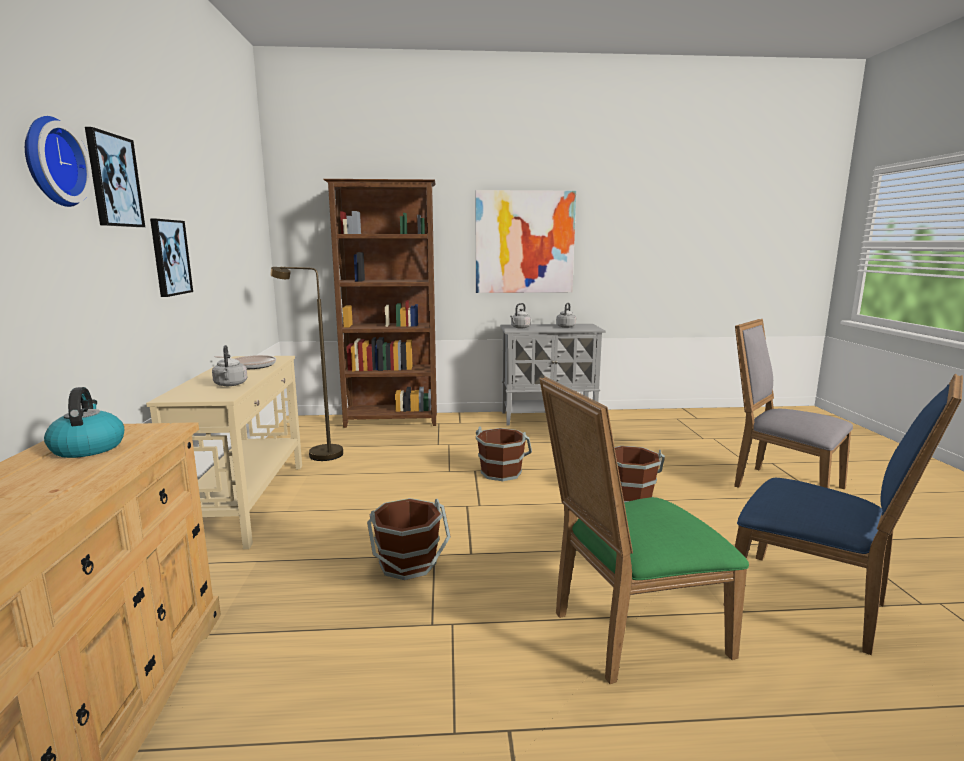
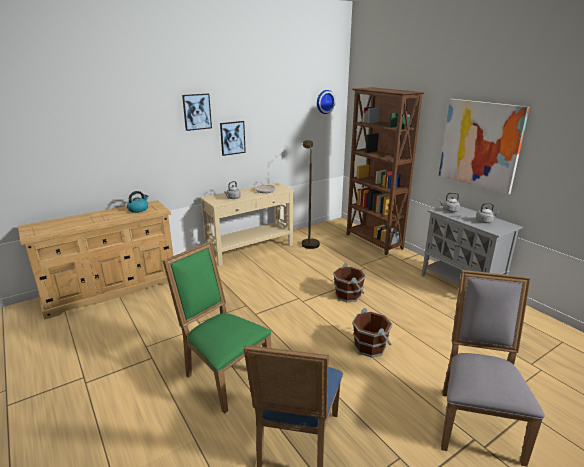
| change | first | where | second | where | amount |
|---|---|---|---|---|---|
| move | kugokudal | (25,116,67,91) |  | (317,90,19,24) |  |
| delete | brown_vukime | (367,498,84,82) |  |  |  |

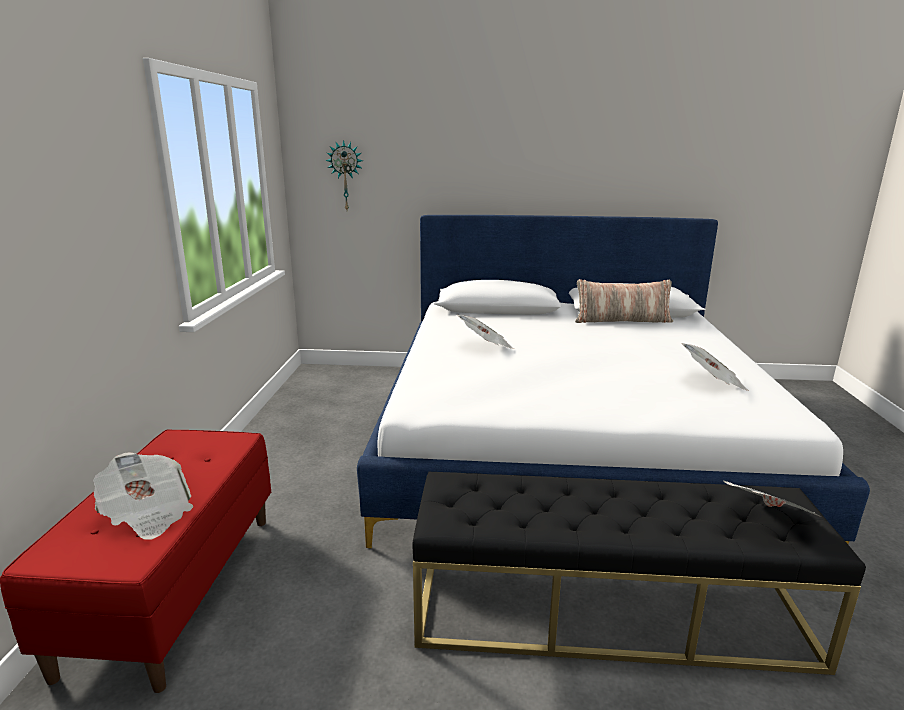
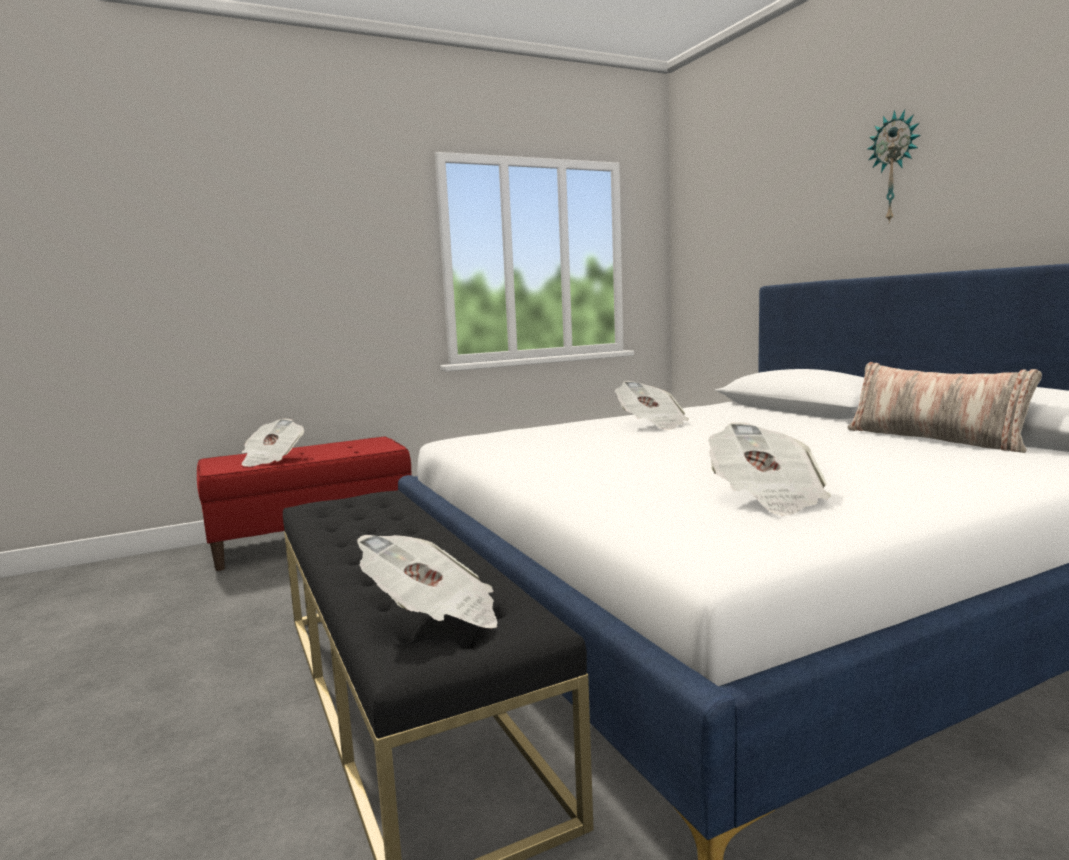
| change | first | where | second | where | amount |
|---|---|---|---|---|---|
| move | kugokudal | (326,140,37,70) |  | (868,110,53,113) |  |

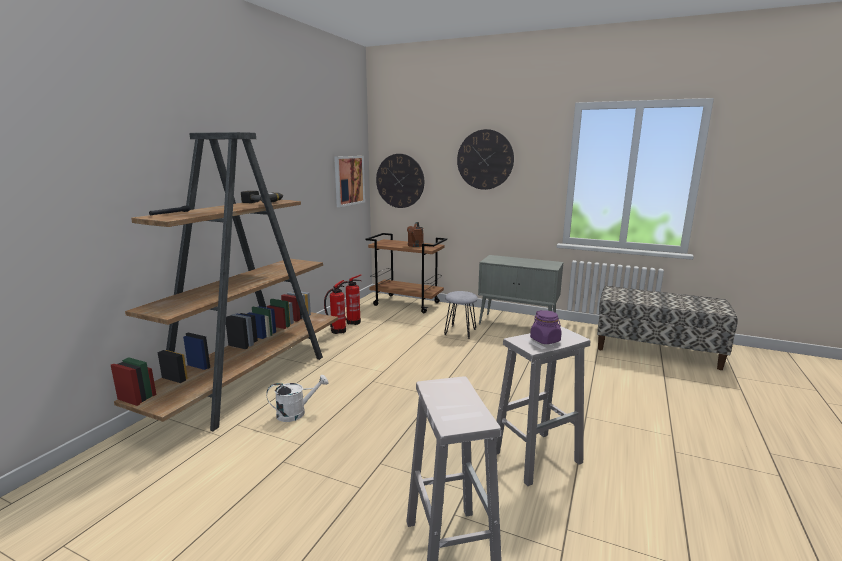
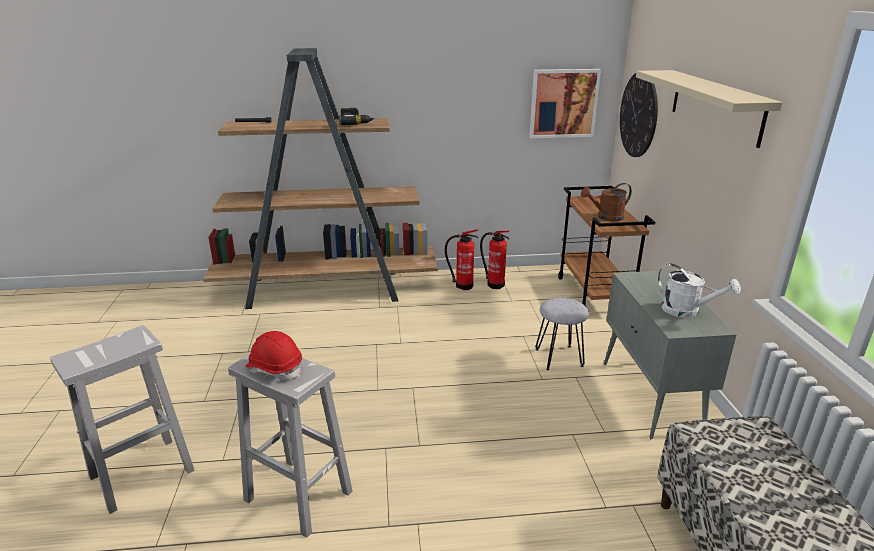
| change | first | where | second | where | amount |
|---|---|---|---|---|---|
| replace | kugokudal | (457,129,57,61) | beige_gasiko | (636,70,147,78) |  |
| replace | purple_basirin | (530,310,32,34) | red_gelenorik | (245,331,57,49) |  |
| move | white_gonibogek | (267,375,61,47) |  | (658,264,83,54) |  |

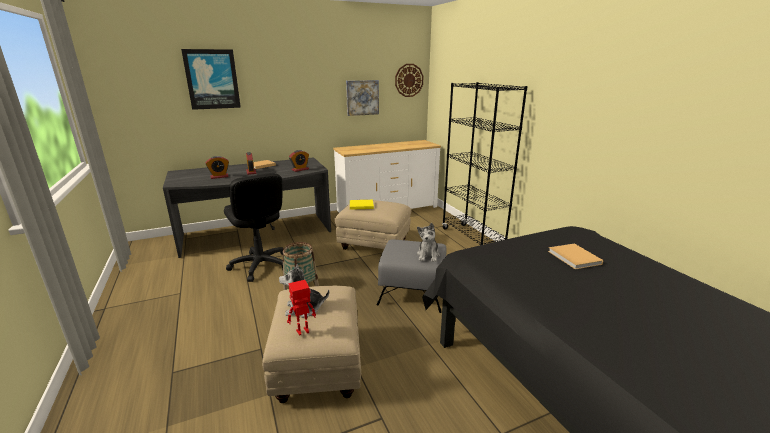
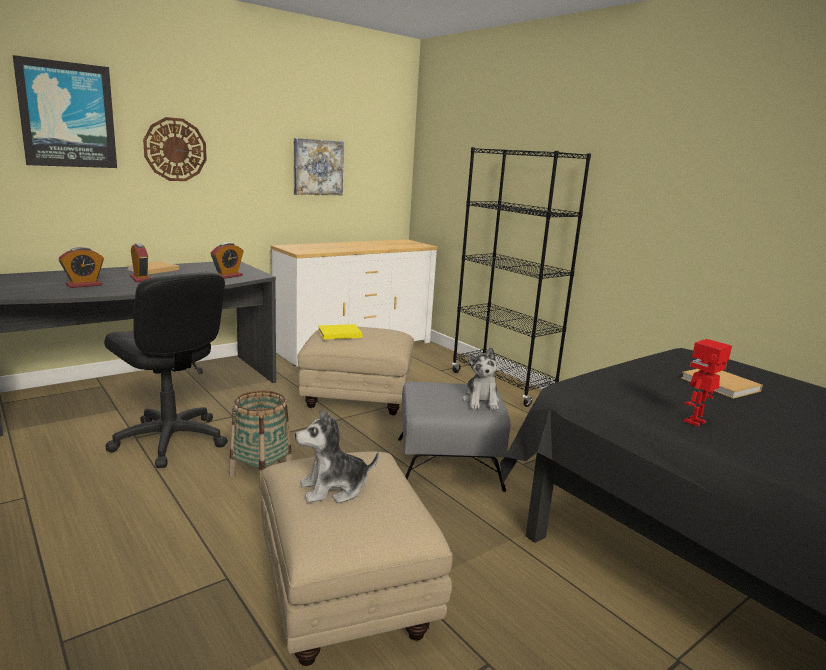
| change | first | where | second | where | amount |
|---|---|---|---|---|---|
| move | kugokudal | (395,64,28,33) |  | (143,117,64,64) |  |
| move | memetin | (287,280,29,56) |  | (684,339,48,87) |  |

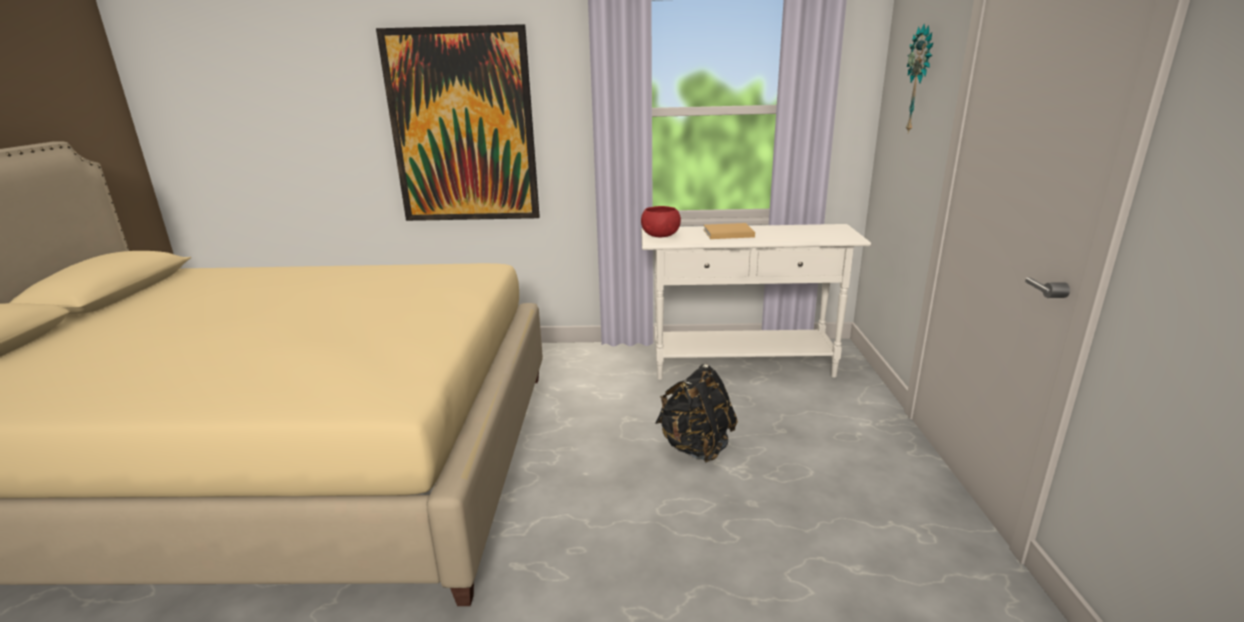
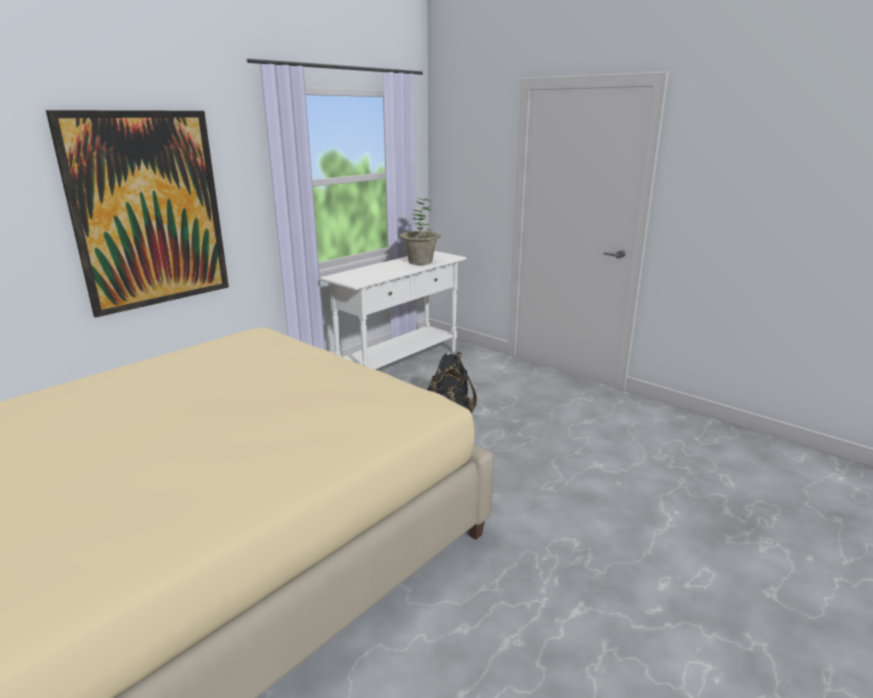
| change | first | where | second | where | amount |
|---|---|---|---|---|---|
| delete | kugokudal | (906,24,27,109) |  |  |  |
| delete | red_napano | (641,206,40,31) |  |  |  |
| delete | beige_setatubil | (703,223,52,16) |  |  |  |
| insert |  |  | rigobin | (399,197,42,68) |  |

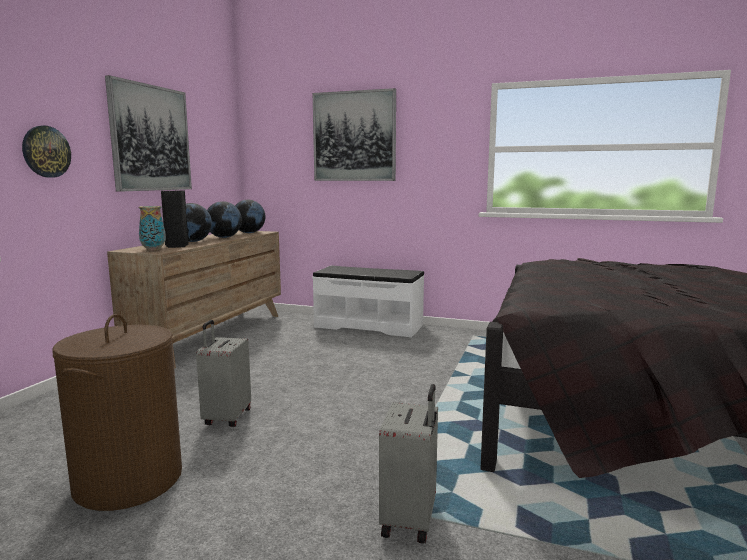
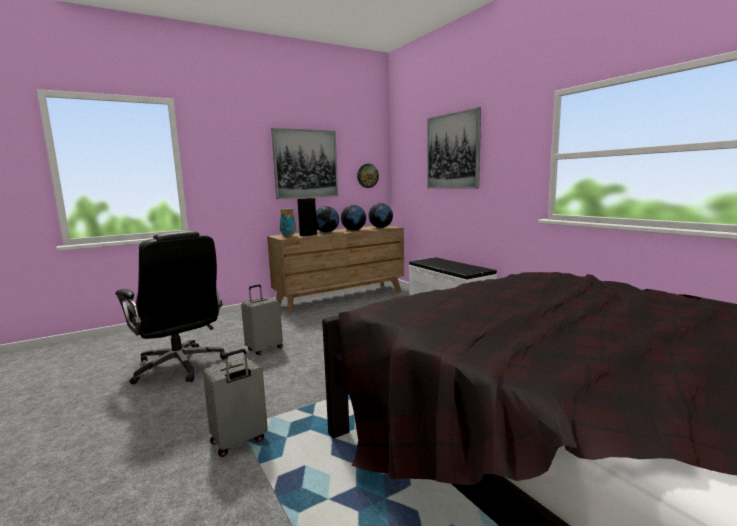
| change | first | where | second | where | amount |
|---|---|---|---|---|---|
| move | kugokudal | (22,125,49,53) |  | (357,164,22,24) |  |
| replace | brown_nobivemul | (52,314,130,197) | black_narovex | (115,231,112,154) |  |

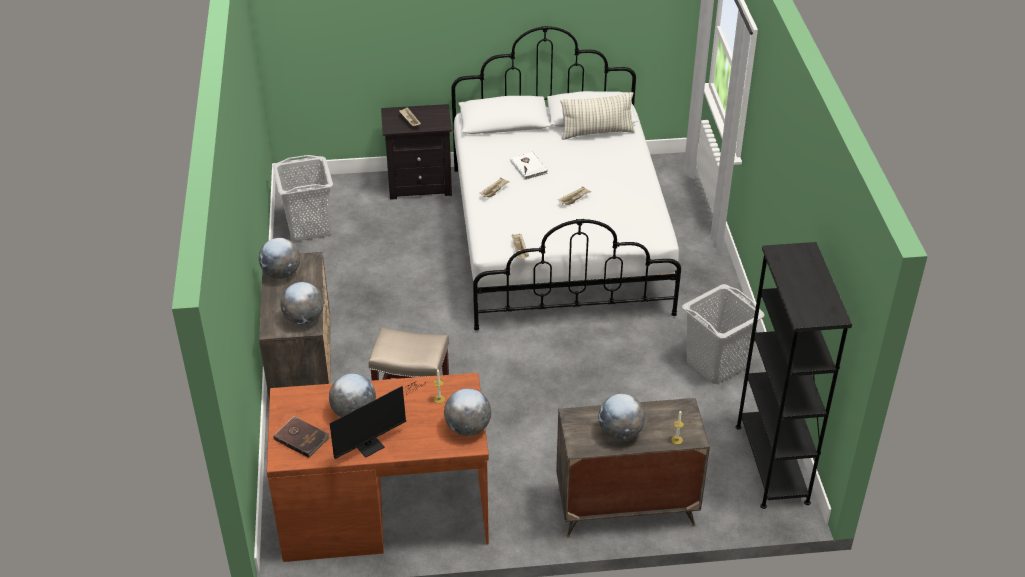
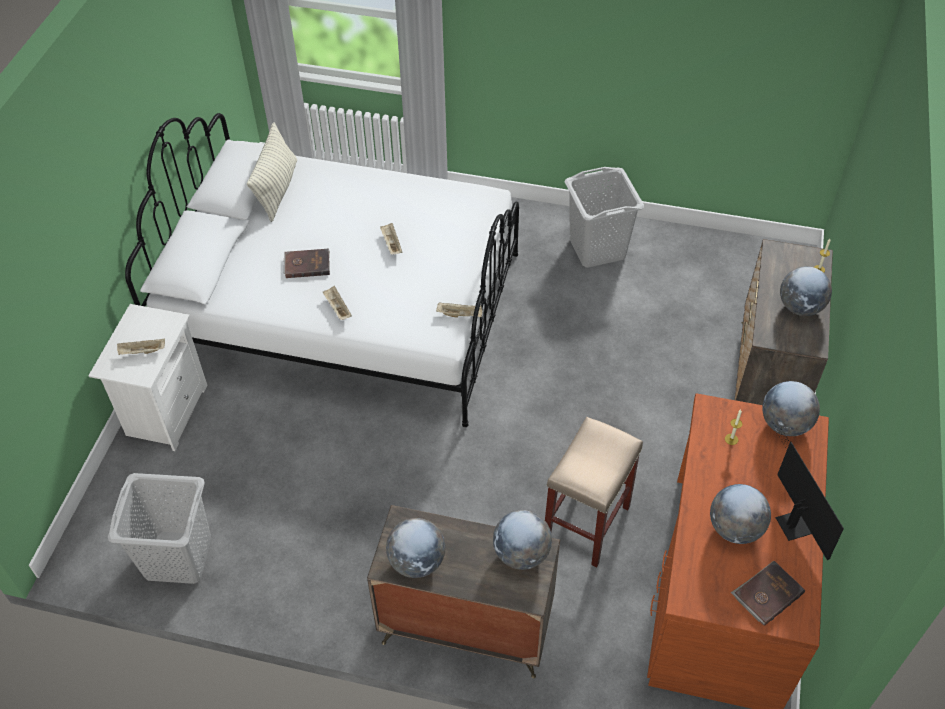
| change | first | where | second | where | amount |
|---|---|---|---|---|---|
| recolor | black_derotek | (381,104,71,96) | white_derotek | (88,304,119,147) |  |
| recolor | white_setatubil | (510,152,38,28) | brown_setatubil | (284,249,46,29) |  |
| delete | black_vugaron | (736,242,116,267) |  |  |  |

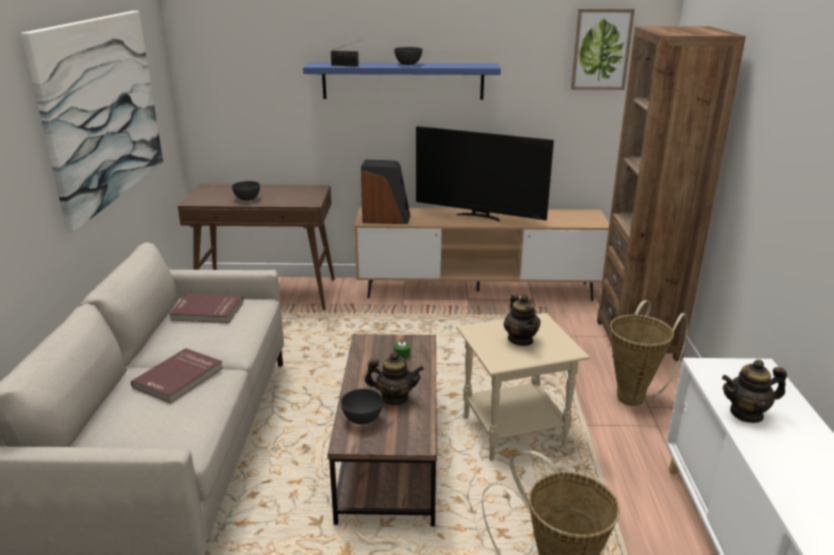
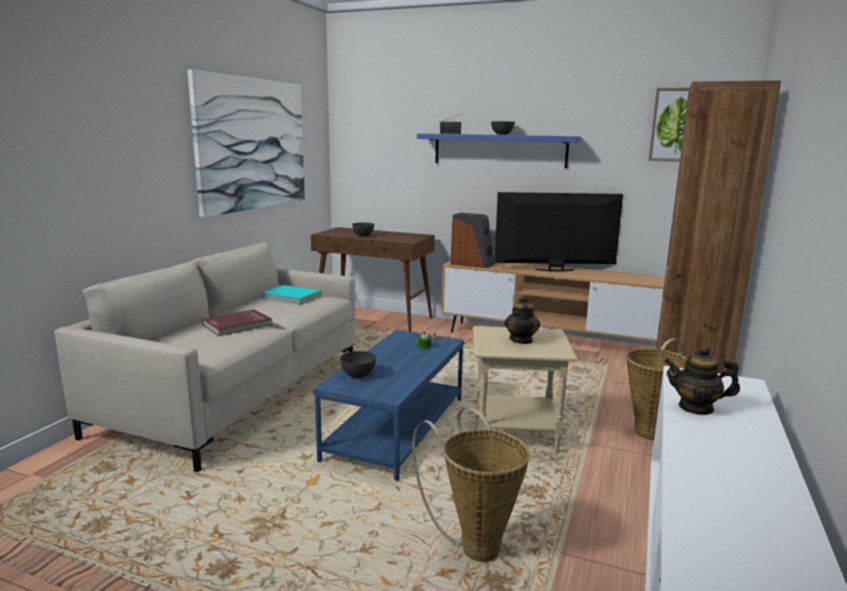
| change | first | where | second | where | amount |
|---|---|---|---|---|---|
| rotate | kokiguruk | (416,126,138,95) |  | (494,192,129,80) | 135 degrees clockwise |
| recolor | red_setatubil | (169,294,75,29) | turquoise_setatubil | (261,285,61,19) |  |
| recolor | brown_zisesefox | (328,334,109,193) | blue_zisesefox | (313,330,151,151) |  |
| delete | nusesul | (365,352,59,53) |  |  |  |

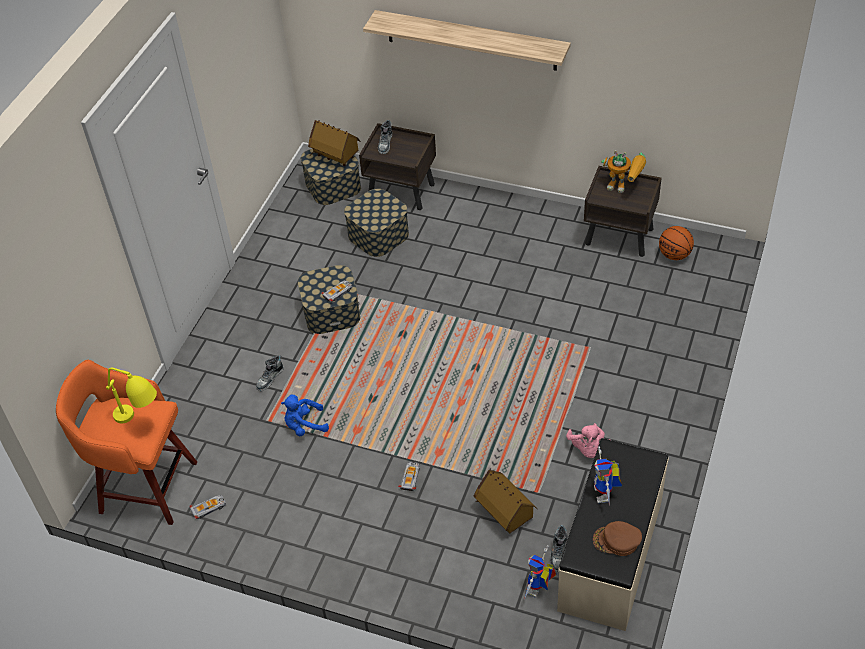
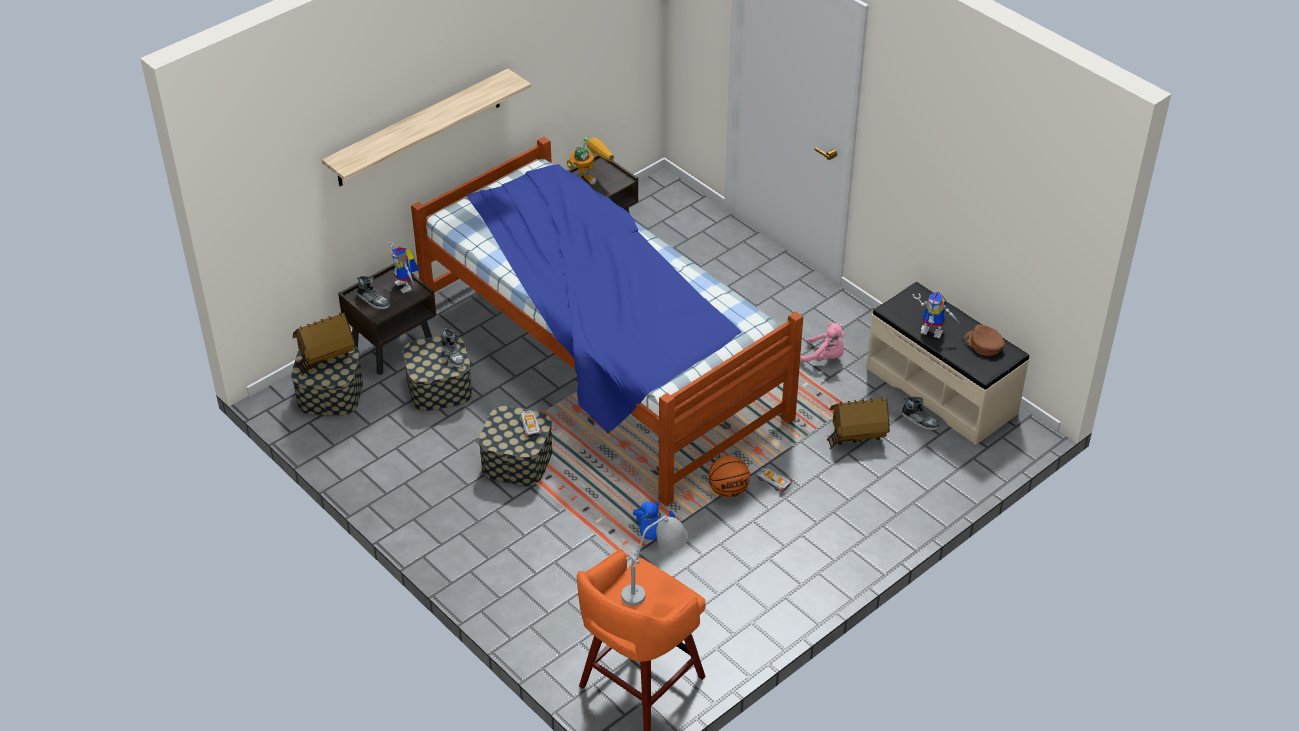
| change | first | where | second | where | amount |
|---|---|---|---|---|---|
| move | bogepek | (659,226,35,34) |  | (708,456,42,42) |  |
| move | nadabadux | (256,355,28,36) |  | (442,328,23,40) |  |
| recolor | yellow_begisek | (106,367,51,56) | grey_begisek | (621,515,67,91) |  |
| delete | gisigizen | (189,495,37,24) |  |  |  |
| rotate | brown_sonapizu | (593,521,49,35) |  | (964,324,41,32) | 105 degrees clockwise |
| move | memetin | (524,545,32,54) |  | (389,242,30,51) |  |
| insert |  |  | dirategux | (411,137,392,369) |  |

